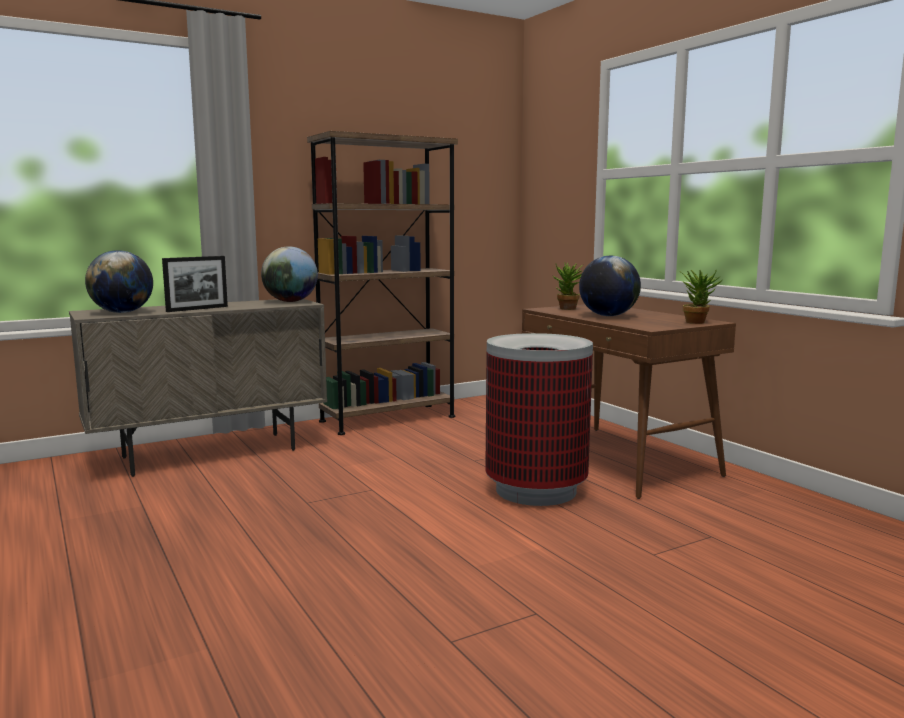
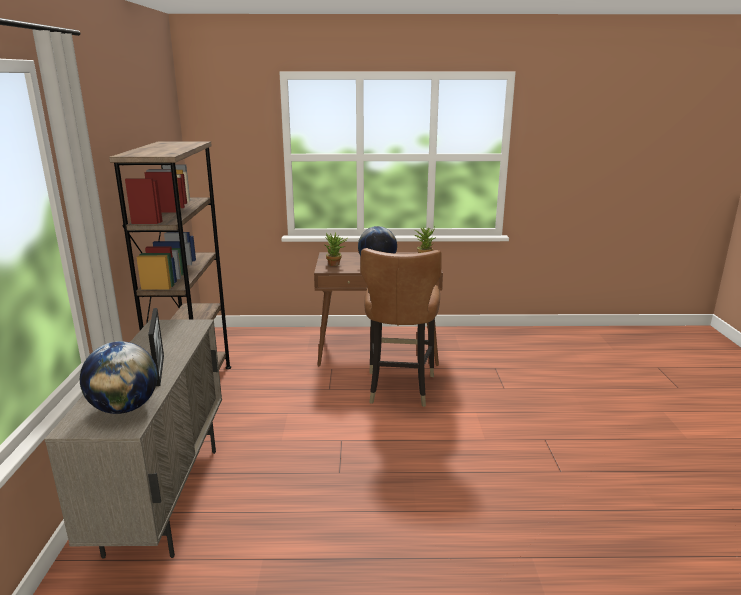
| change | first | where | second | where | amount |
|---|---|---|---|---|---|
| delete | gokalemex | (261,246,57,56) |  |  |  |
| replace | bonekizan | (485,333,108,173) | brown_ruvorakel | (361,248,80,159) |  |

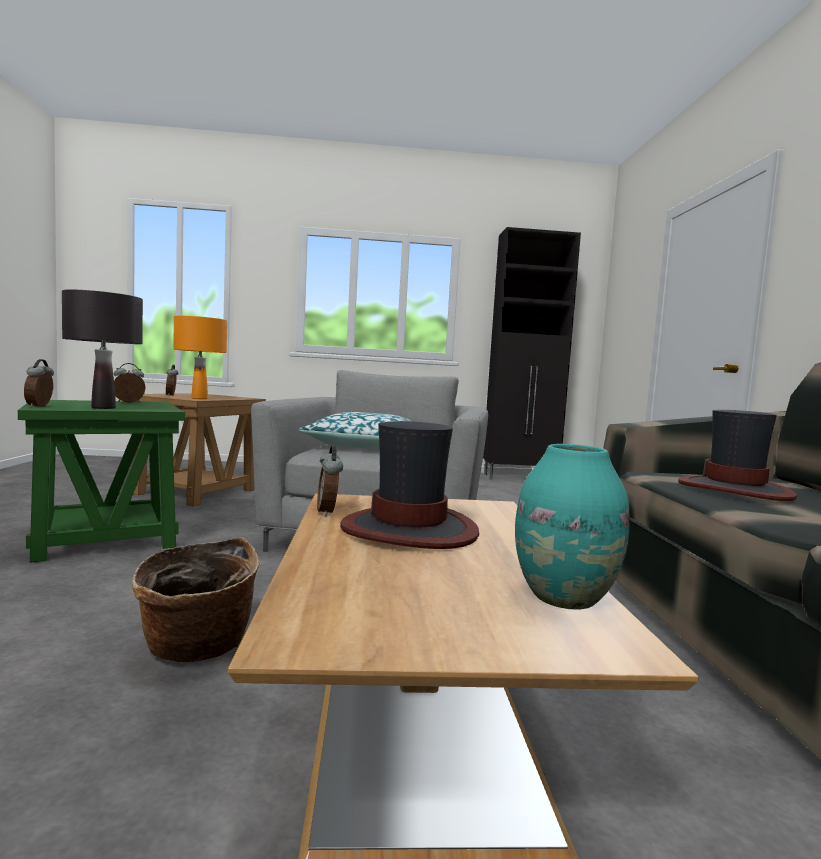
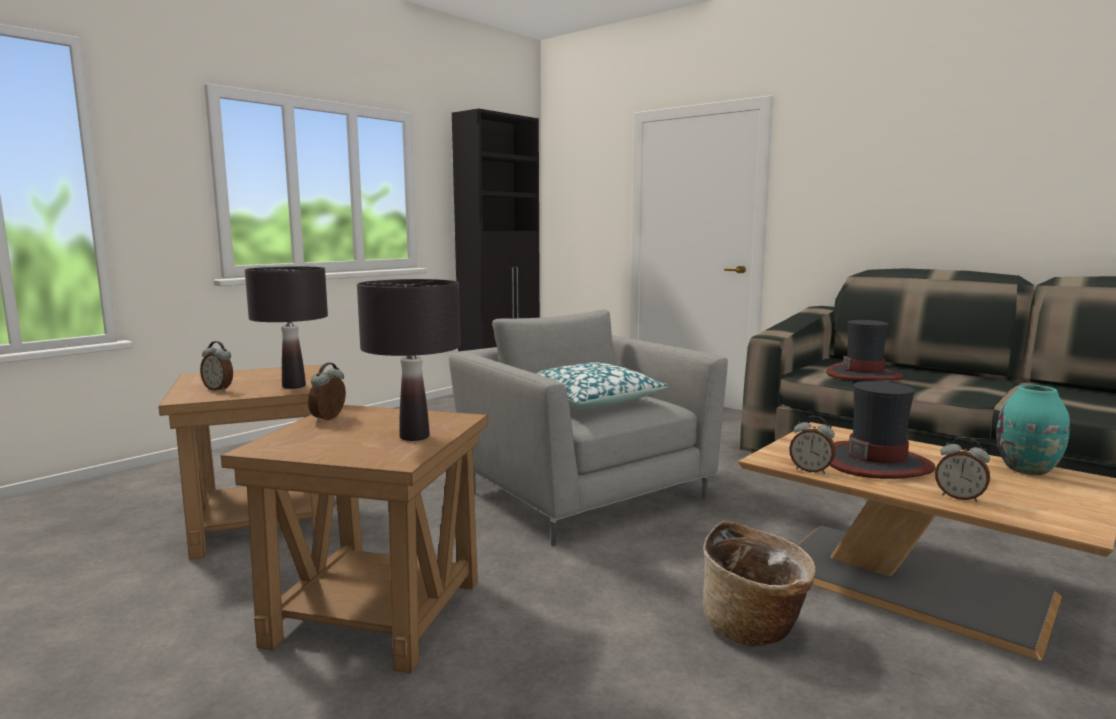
| change | first | where | second | where | amount |
|---|---|---|---|---|---|
| recolor | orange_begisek | (173,316,54,83) | black_begisek | (245,266,83,123) |  |
| move | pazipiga | (24,359,30,48) |  | (935,437,55,65) |  |
| recolor | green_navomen | (18,400,167,163) | brown_navomen | (221,405,267,268) |  |

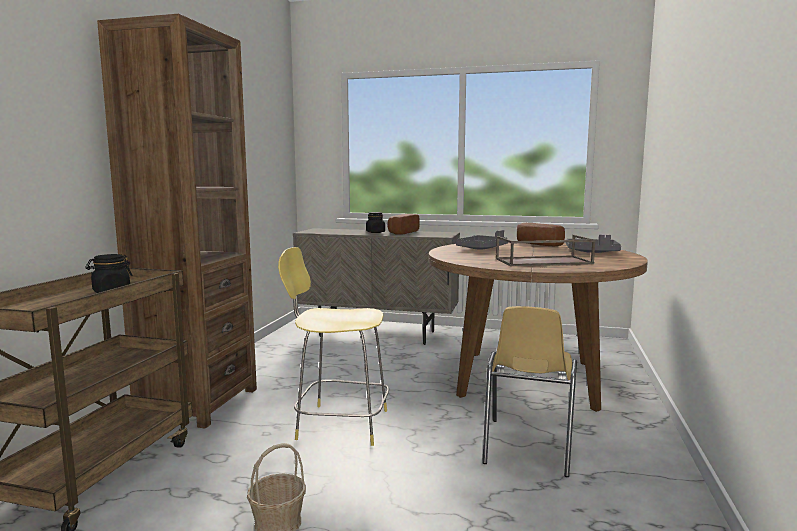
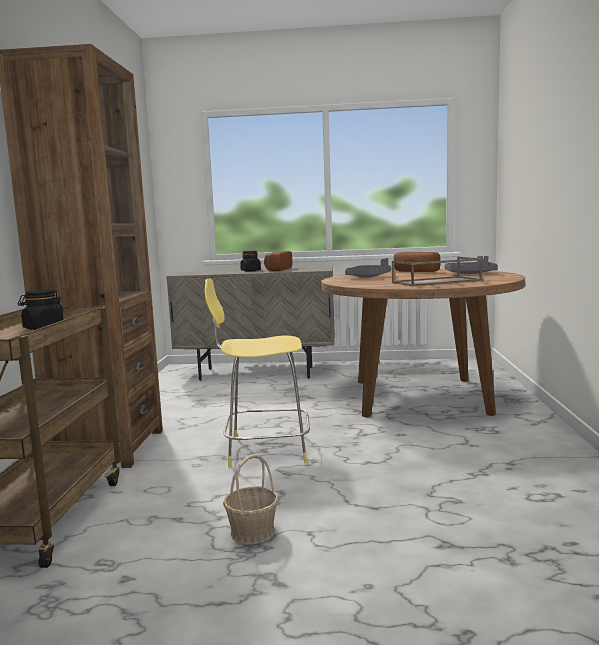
| change | first | where | second | where | amount |
|---|---|---|---|---|---|
| delete | yellow_ruvorakel | (482,306,95,171) |  |  |  |

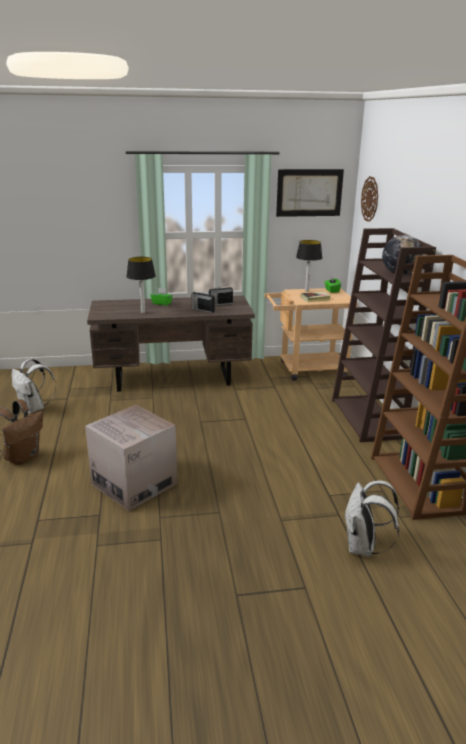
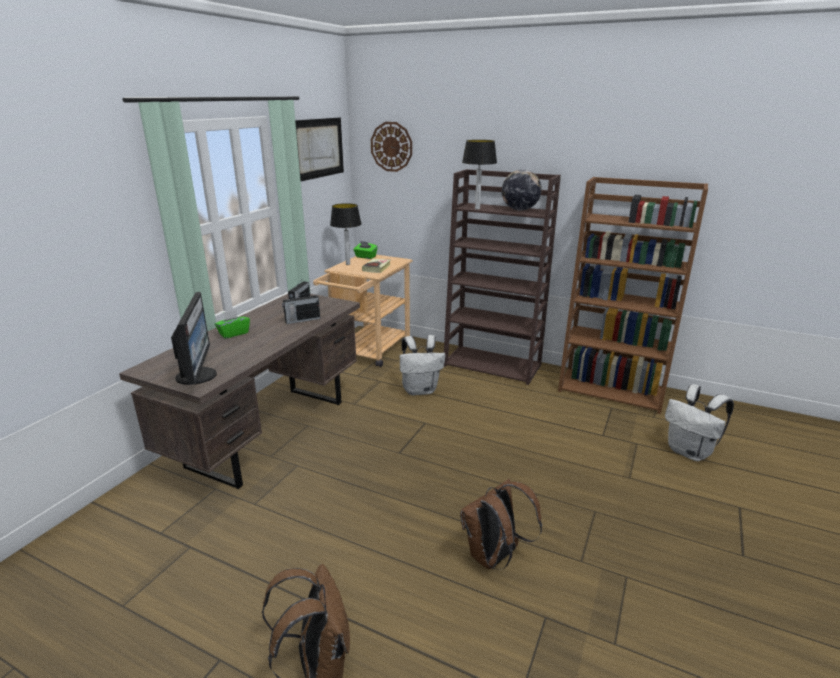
| change | first | where | second | where | amount |
|---|---|---|---|---|---|
| move | begisek | (126,257,30,56) |  | (462,140,35,70) |  |
| move | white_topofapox | (12,359,44,55) |  | (400,335,45,60) |  |
| replace | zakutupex | (85,405,93,106) | brown_topofapox | (460,479,82,91) |  |
| insert |  |  | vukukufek | (171,292,46,93) |  |

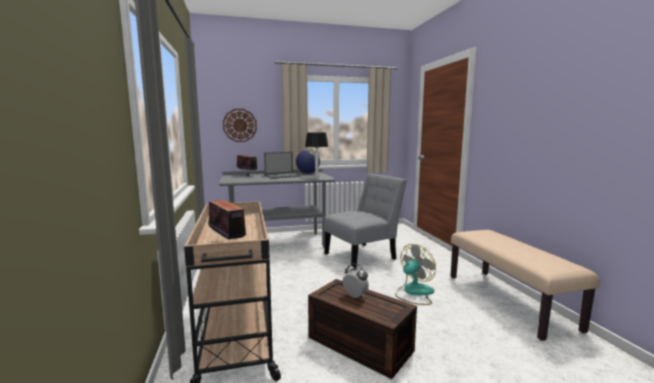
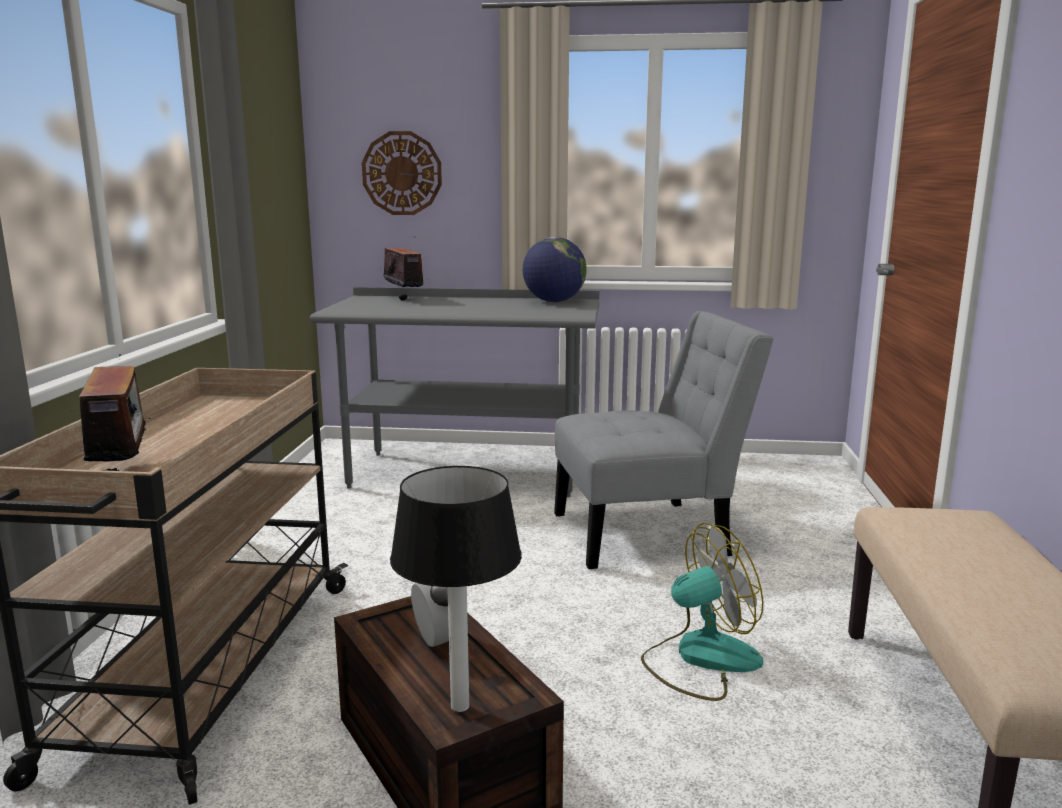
| change | first | where | second | where | amount |
|---|---|---|---|---|---|
| move | begisek | (305,132,23,46) |  | (390,466,132,246) |  |
| delete | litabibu | (264,152,37,27) |  |  |  |

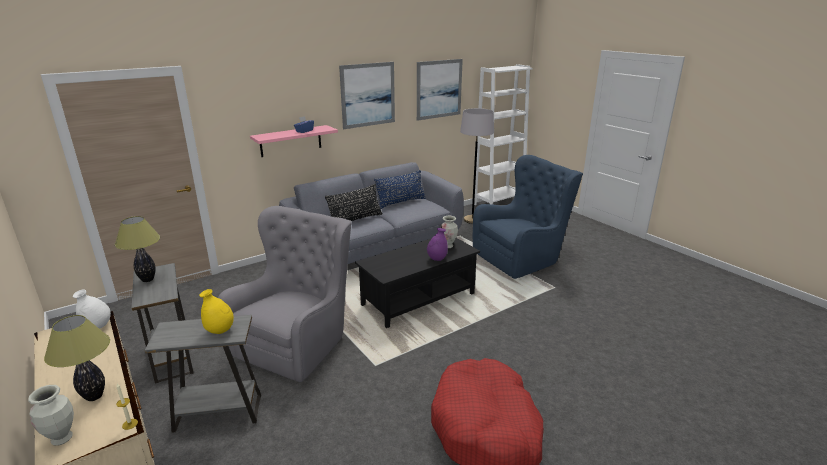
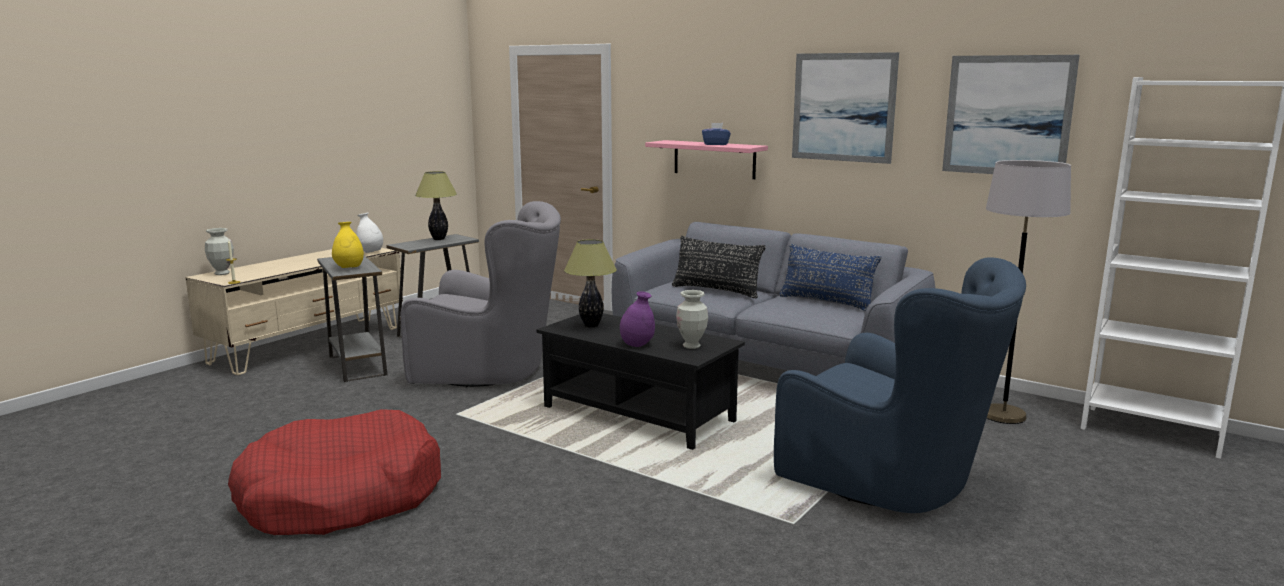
| change | first | where | second | where | amount |
|---|---|---|---|---|---|
| move | begisek | (44,315,66,86) |  | (564,239,53,88) |  |

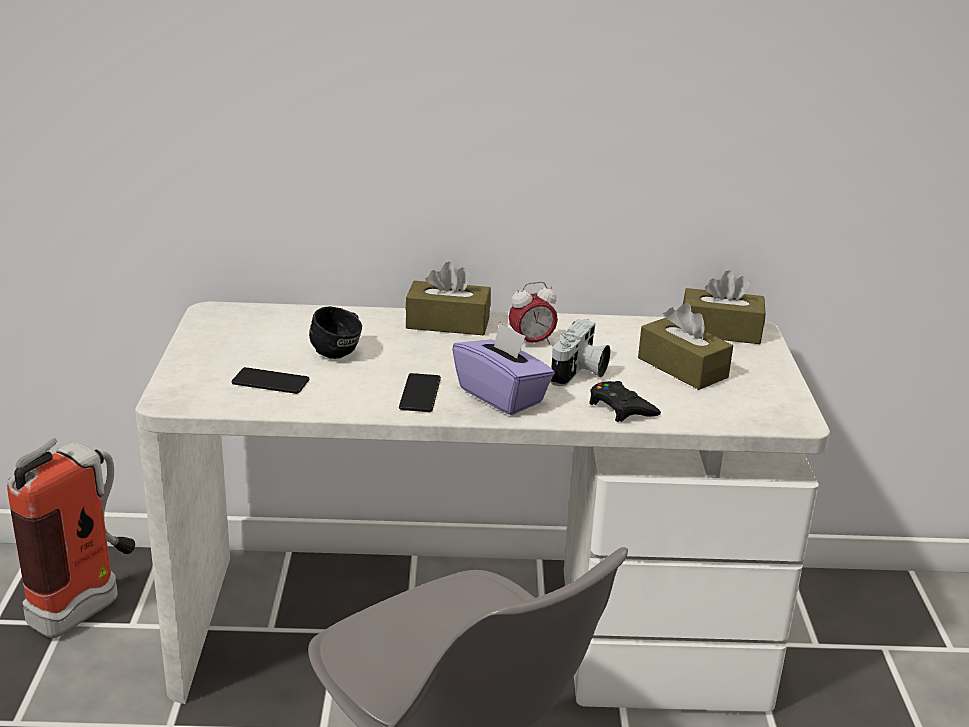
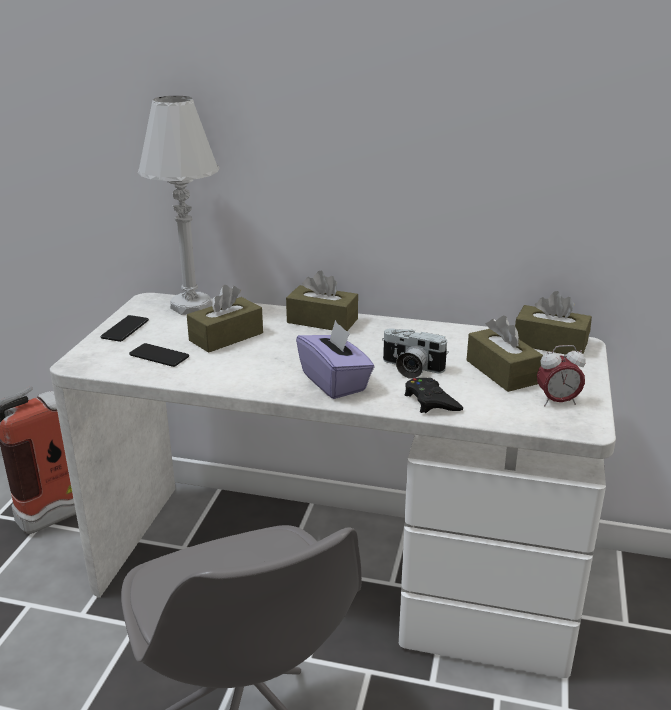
| change | first | where | second | where | amount |
|---|---|---|---|---|---|
| move | pazipiga | (509,281,49,63) |  | (537,345,49,62) |  |
| replace | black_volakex | (309,306,53,53) | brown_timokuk | (187,285,76,68) |  |
| rotate | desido | (551,319,59,67) |  | (382,328,67,51) | 75 degrees clockwise |
| move | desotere | (399,373,42,39) |  | (101,315,48,27) |  |
| insert |  |  | white_begisek | (138,96,82,219) |  |

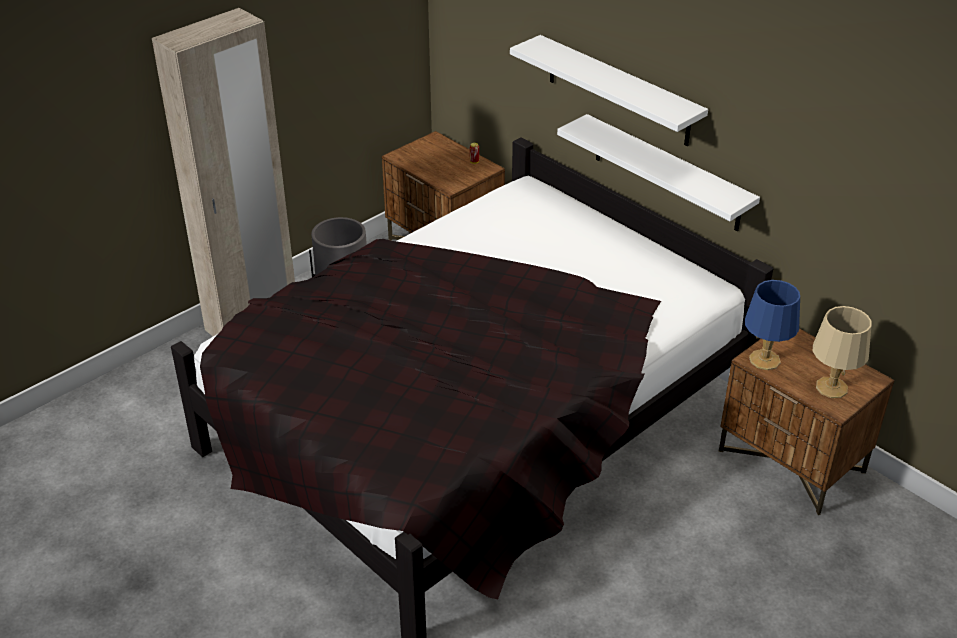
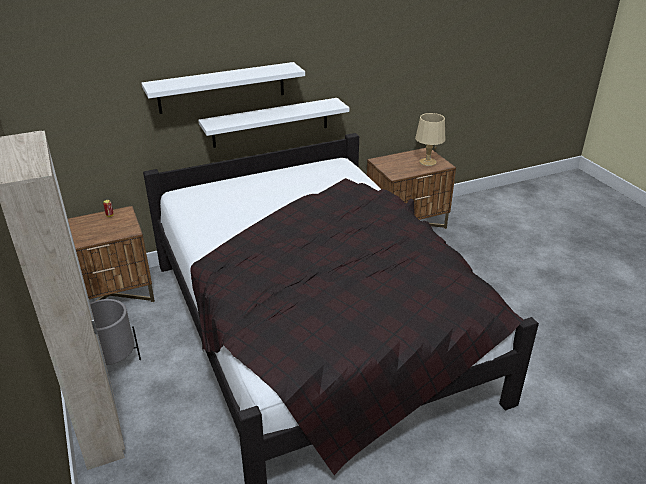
| change | first | where | second | where | amount |
|---|---|---|---|---|---|
| delete | blue_begisek | (745,280,55,90) |  |  |  |

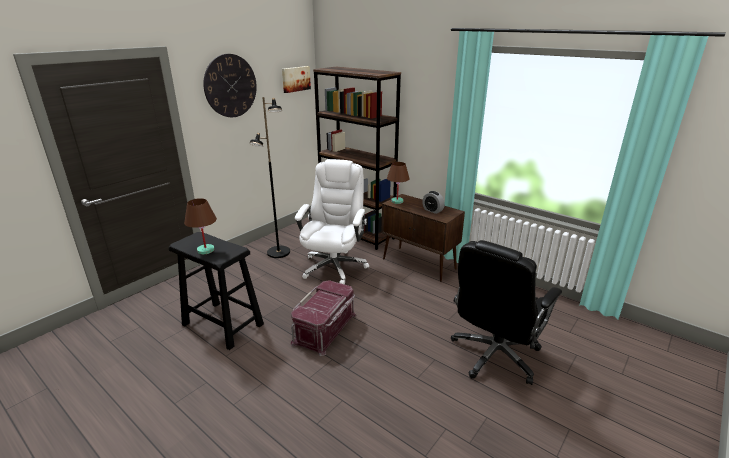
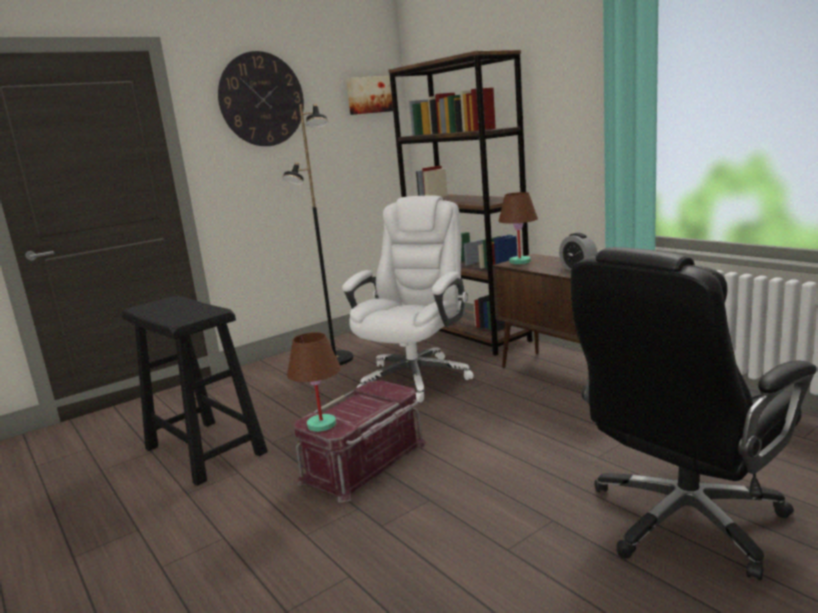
| change | first | where | second | where | amount |
|---|---|---|---|---|---|
| move | brown_begisek | (184,198,33,56) |  | (287,332,54,100) |  |

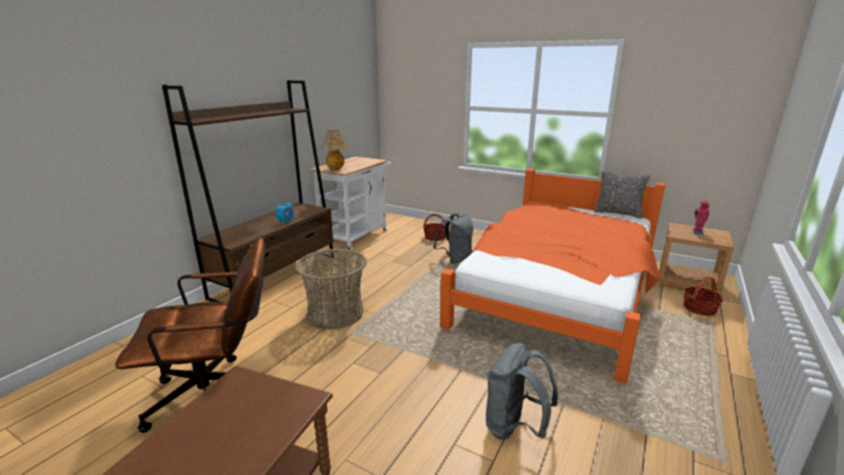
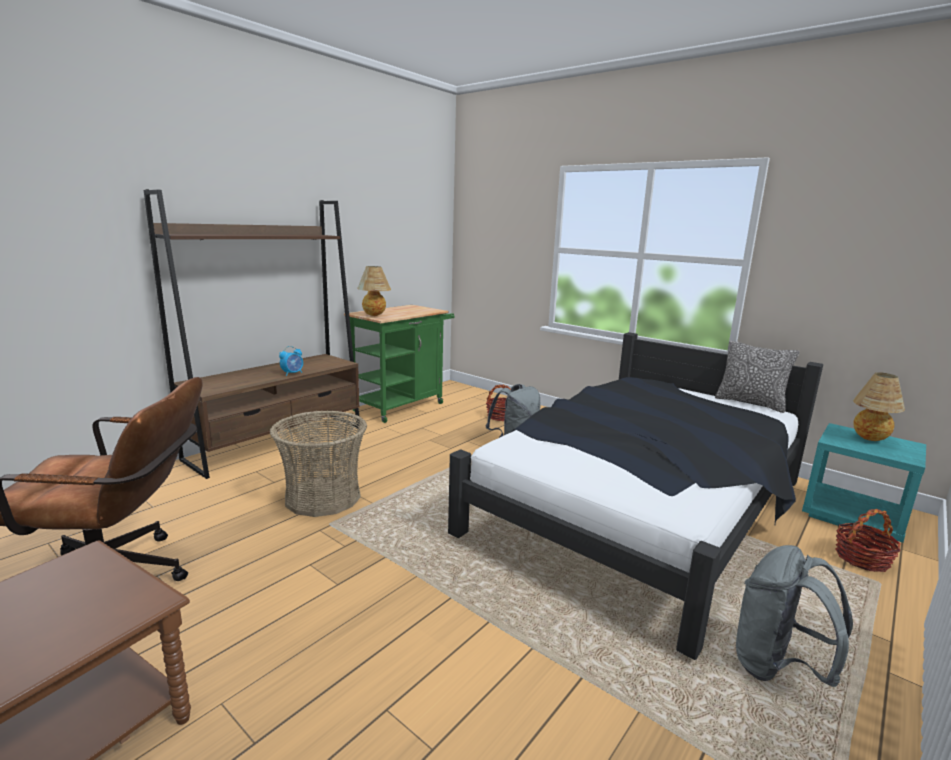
| change | first | where | second | where | amount |
|---|---|---|---|---|---|
| recolor | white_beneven | (310,156,81,95) | green_beneven | (344,305,111,118) |  |
| recolor | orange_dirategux | (440,169,225,215) | black_dirategux | (448,332,375,328) |  |
| replace | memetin | (693,201,17,34) | begisek | (853,372,52,69) |  |
| recolor | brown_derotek | (658,223,76,72) | turquoise_derotek | (802,423,124,120) |  |
| move | grey_topofapox | (486,343,72,97) |  | (736,545,117,142) |  |

